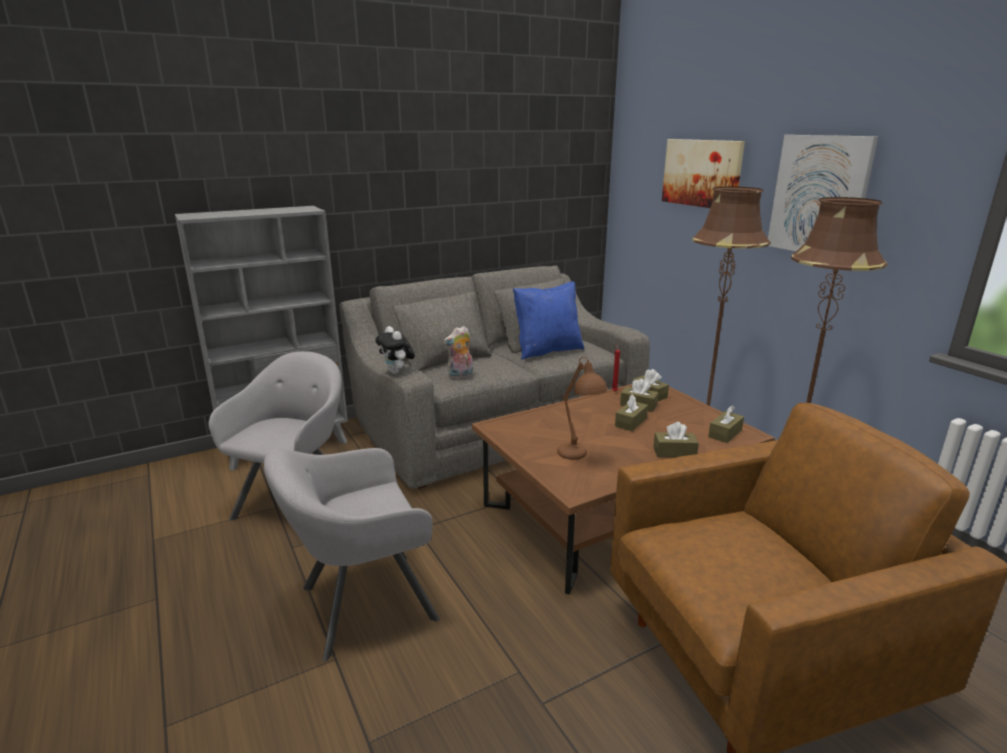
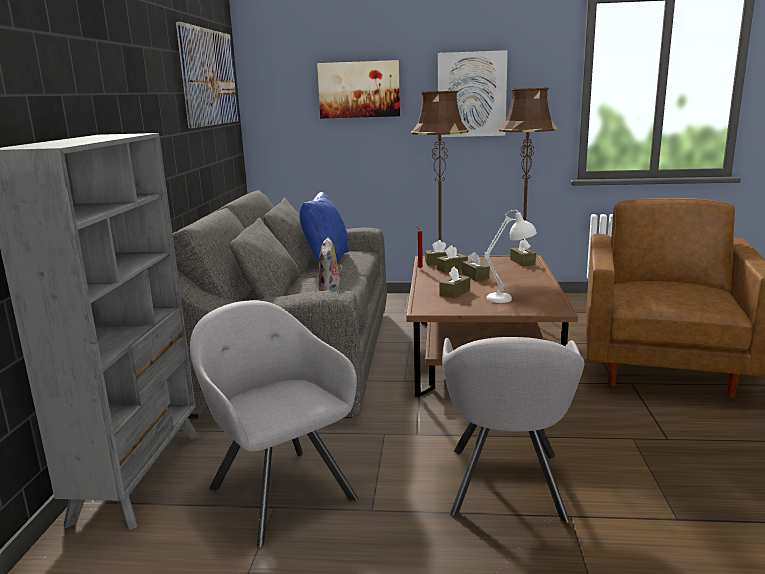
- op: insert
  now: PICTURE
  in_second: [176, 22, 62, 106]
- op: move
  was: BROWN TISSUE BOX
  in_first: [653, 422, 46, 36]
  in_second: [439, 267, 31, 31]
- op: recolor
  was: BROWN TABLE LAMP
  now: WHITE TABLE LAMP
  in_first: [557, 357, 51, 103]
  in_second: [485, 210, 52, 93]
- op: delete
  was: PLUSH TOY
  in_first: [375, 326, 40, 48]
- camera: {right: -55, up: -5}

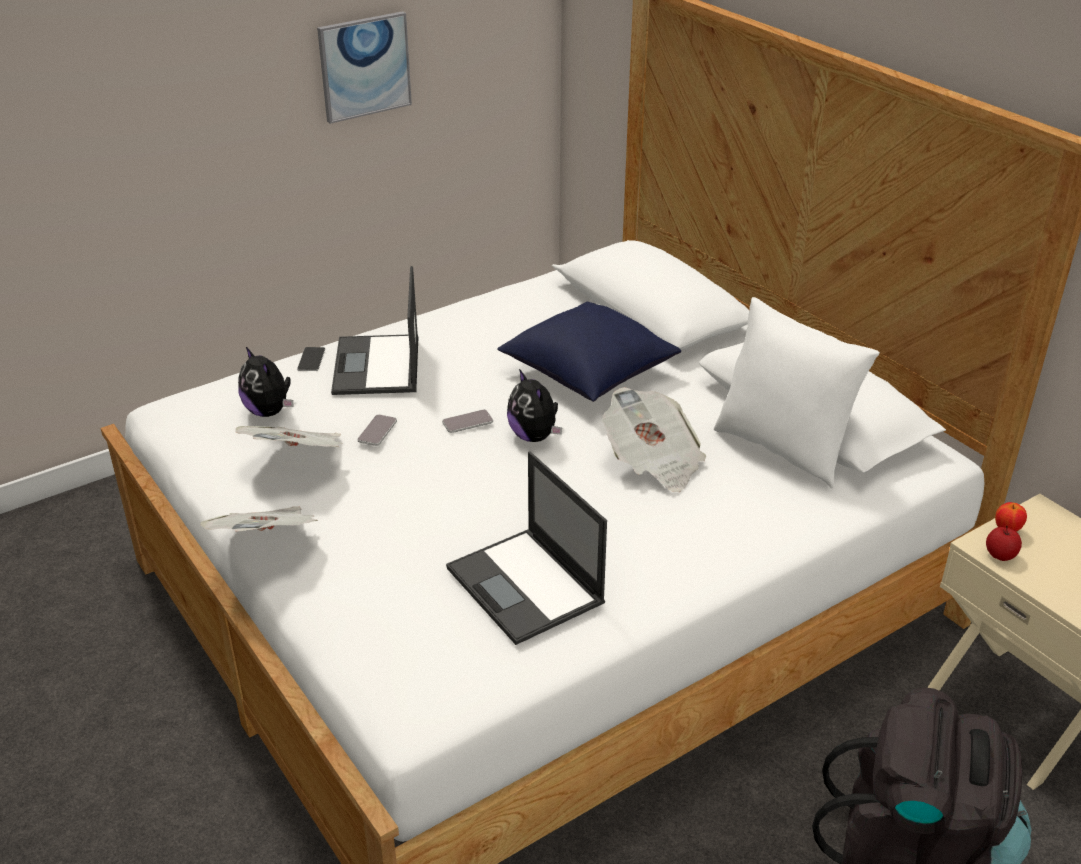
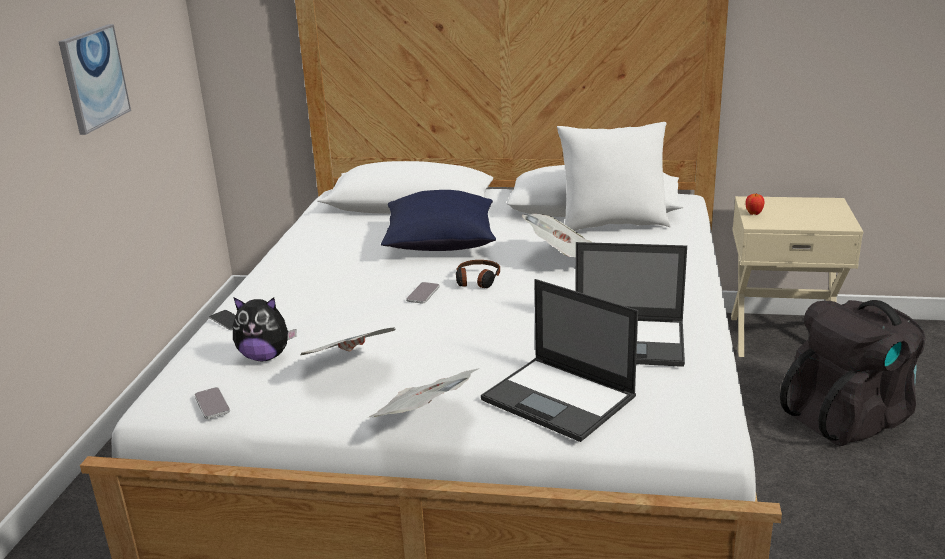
- op: move
  was: PHONE
  in_first: [357, 414, 40, 32]
  in_second: [194, 387, 36, 32]
- op: replace
  was: PLUSH TOY
  now: HEADPHONES
  in_first: [507, 369, 55, 73]
  in_second: [456, 260, 44, 28]
- op: move
  was: LAPTOP
  in_first: [331, 266, 87, 129]
  in_second: [481, 279, 157, 163]
- op: delete
  was: APPLE
  in_first: [986, 526, 36, 35]
- camera: {right: -45, up: -10}

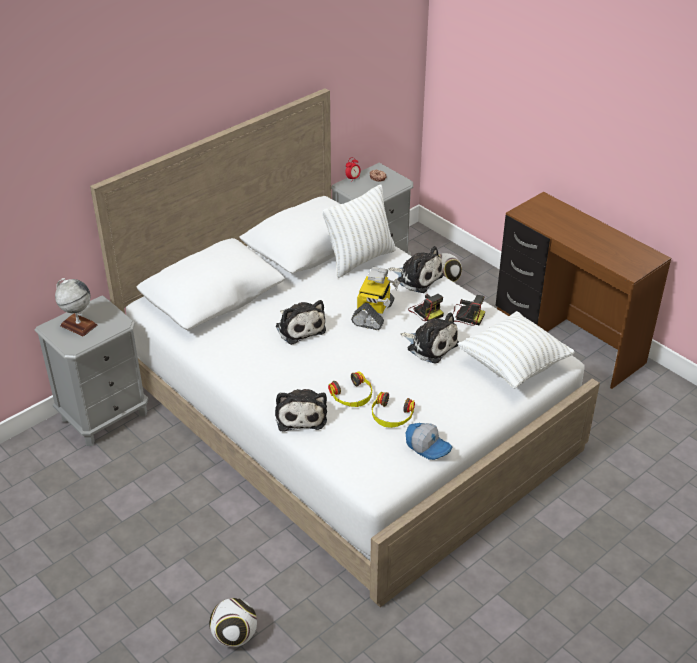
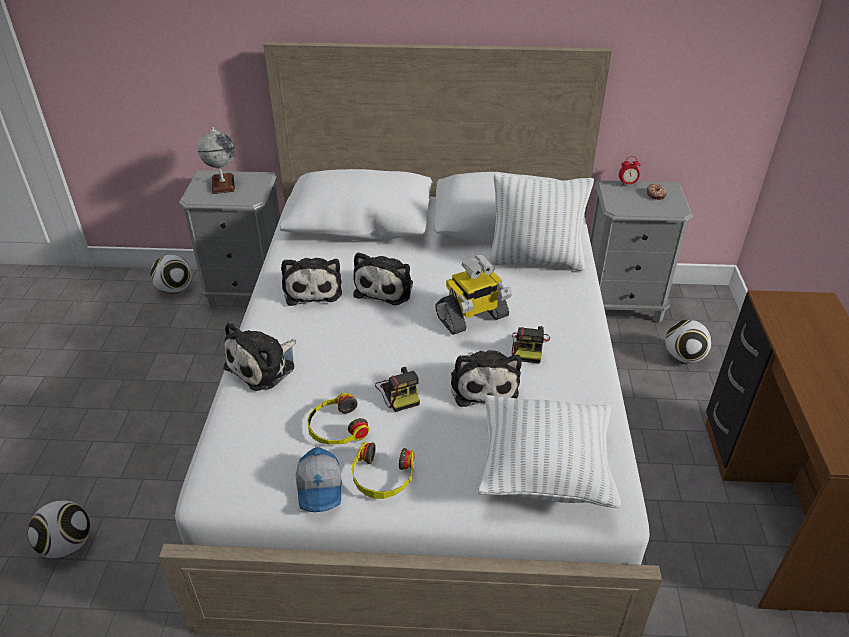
- op: insert
  now: FOOTBALL
  in_second: [150, 255, 42, 39]
- op: move
  was: PLUSH TOY
  in_first: [389, 246, 55, 47]
  in_second: [281, 258, 61, 48]
- op: move
  was: HEADPHONES
  in_first: [328, 371, 44, 36]
  in_second: [352, 442, 63, 57]
- op: move
  was: PHOTO CAMERA
  in_first: [453, 295, 32, 31]
  in_second: [375, 367, 45, 45]
- camera: {right: 45, up: 0}

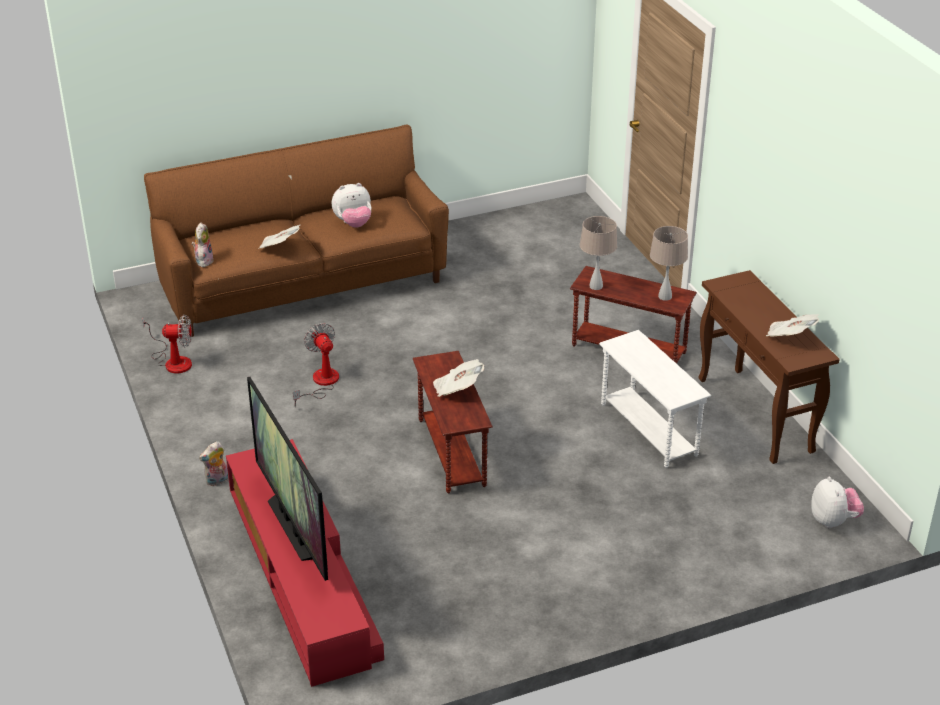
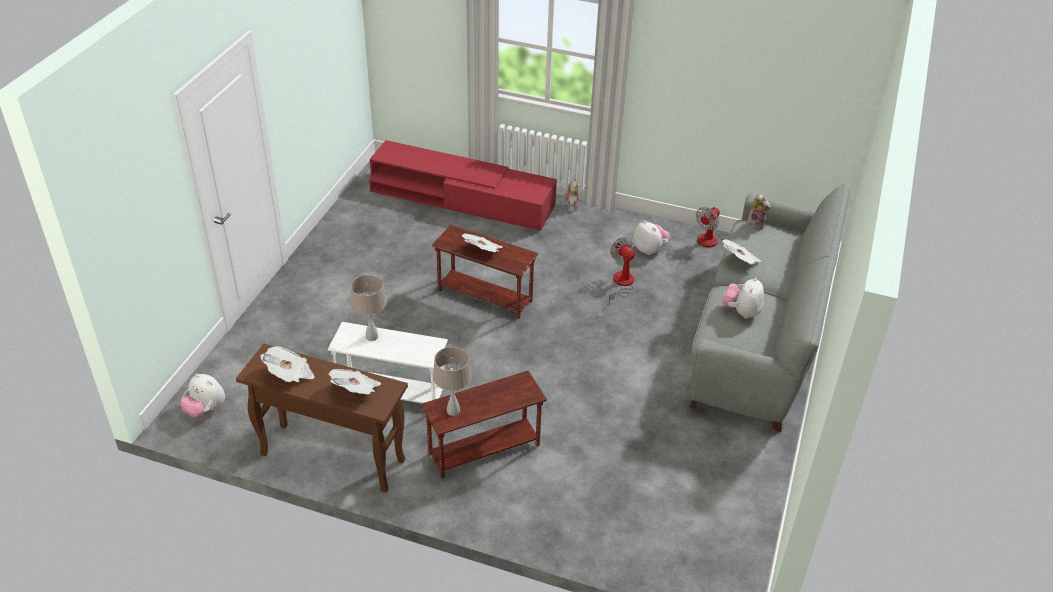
- op: insert
  now: NEWSPAPER
  in_second: [329, 369, 52, 26]
- op: move
  was: BEIGE TABLE LAMP
  in_first: [580, 216, 37, 74]
  in_second: [351, 275, 36, 66]
- op: rotate
  was: FAN
  in_first: [293, 323, 46, 84]
  in_second: [606, 236, 29, 69]
  clockwise: -135
- op: insert
  now: PLUSH TOY
  in_second: [634, 220, 36, 35]
- op: recolor
  was: BROWN SOFA
  now: GREY SOFA
  in_first: [144, 125, 305, 212]
  in_second: [689, 184, 162, 248]
- op: delete
  was: TELEVISION
  in_first: [247, 377, 81, 204]
- camera: {right: 130, up: 5}

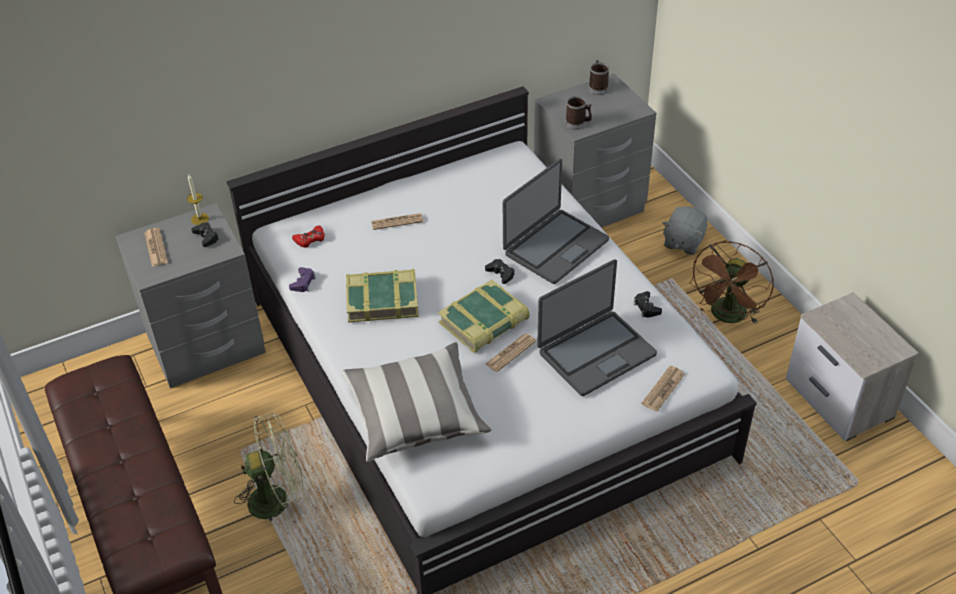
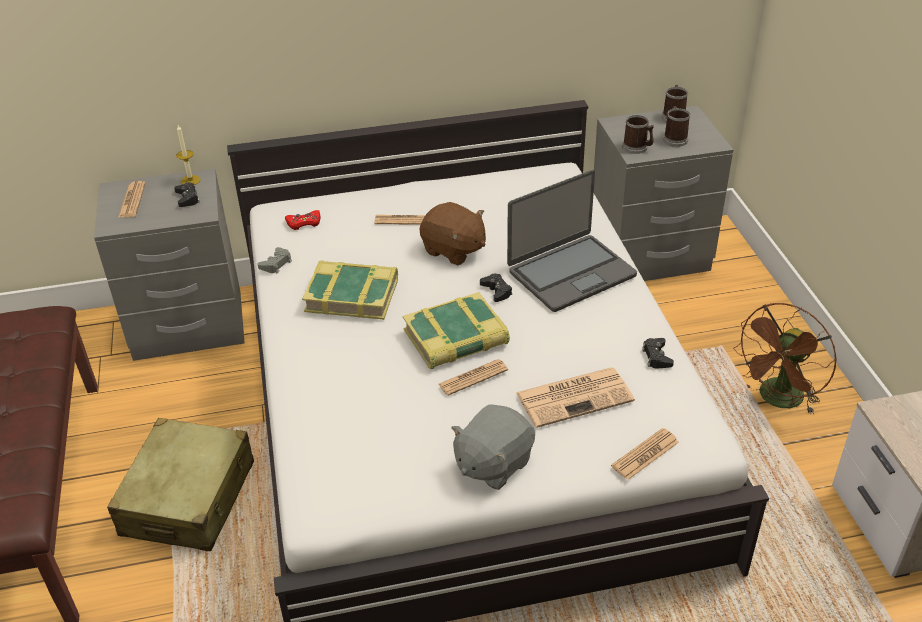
- op: replace
  was: GREEN FAN
  now: BEIGE SUITCASE
  in_first: [234, 413, 70, 108]
  in_second: [107, 418, 147, 133]
- op: recolor
  was: PURPLE GAME CONTROLLER
  now: GREY GAME CONTROLLER
  in_first: [289, 267, 27, 25]
  in_second: [258, 247, 34, 26]
- op: insert
  now: BROWN PLUSH TOY
  in_second: [419, 202, 67, 63]
- op: move
  was: GREY PLUSH TOY
  in_first: [662, 206, 46, 49]
  in_second: [451, 404, 84, 86]
- op: replace
  was: LAPTOP
  now: NEWSPAPER
  in_first: [537, 259, 120, 137]
  in_second: [516, 367, 119, 61]
- op: insert
  now: MUG
  in_second: [663, 106, 27, 41]
- op: delete
  was: PILLOW
  in_first: [340, 342, 151, 120]
- camera: {right: 15, up: -5}

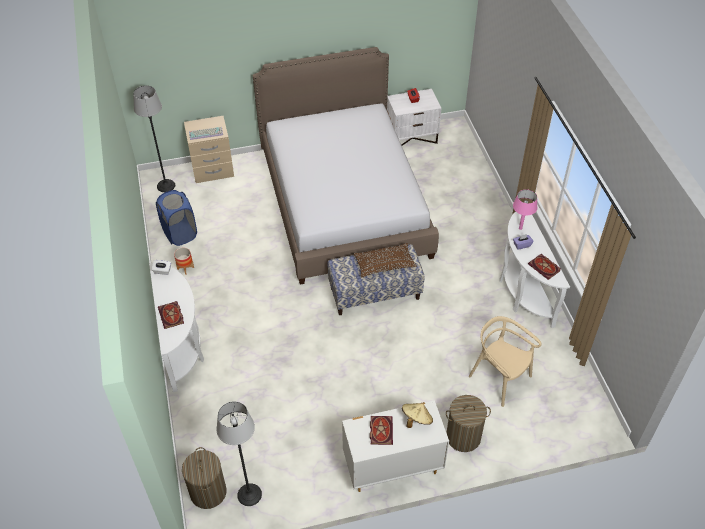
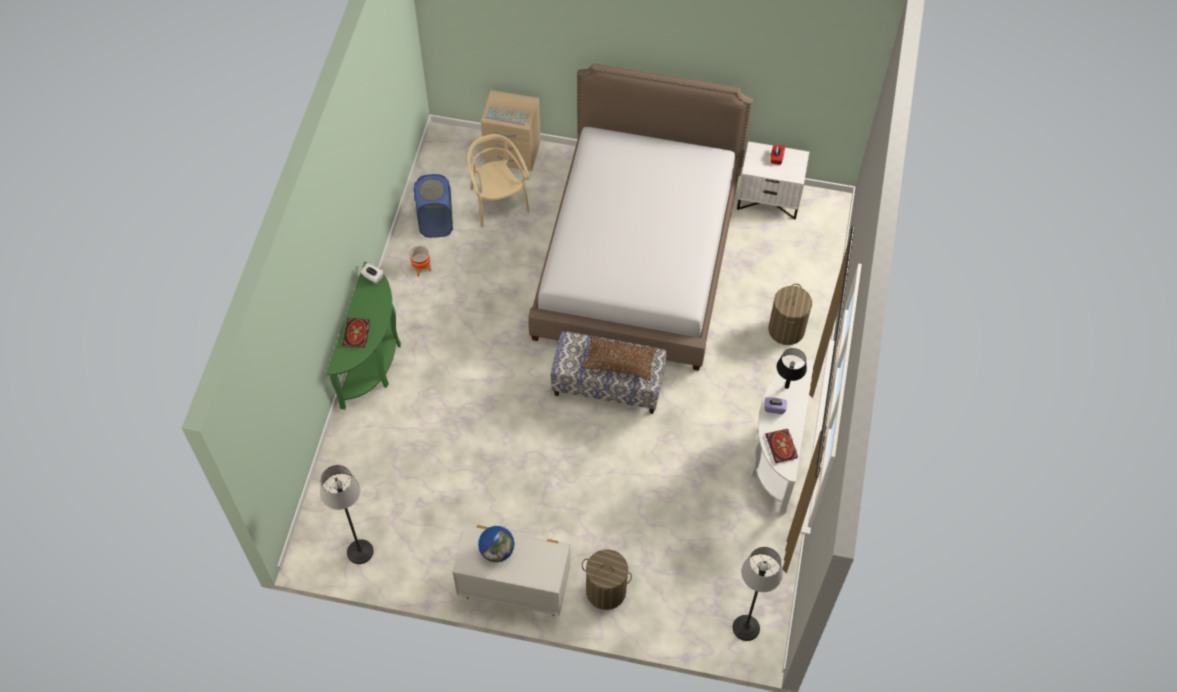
- op: recolor
  was: WHITE CONSOLE TABLE
  now: GREEN CONSOLE TABLE
  in_first: [149, 263, 55, 129]
  in_second: [326, 262, 75, 148]
- op: move
  was: BEIGE CHAIR
  in_first: [469, 316, 73, 91]
  in_second: [467, 134, 62, 93]
- op: replace
  was: BOOK
  now: GLOBE
  in_first: [370, 416, 23, 29]
  in_second: [478, 526, 36, 36]
- op: move
  was: FLOOR LAMP
  in_first: [133, 86, 42, 106]
  in_second: [733, 547, 50, 94]
- op: move
  was: LAUNDRY BASKET
  in_first: [182, 447, 44, 62]
  in_second: [768, 284, 44, 61]
- op: recolor
  was: PINK TABLE LAMP
  now: BLACK TABLE LAMP
  in_first: [513, 189, 24, 41]
  in_second: [777, 348, 30, 41]
- op: delete
  was: BEIGE HAT
  in_first: [402, 403, 31, 25]
- camera: {right: 25, up: 10}

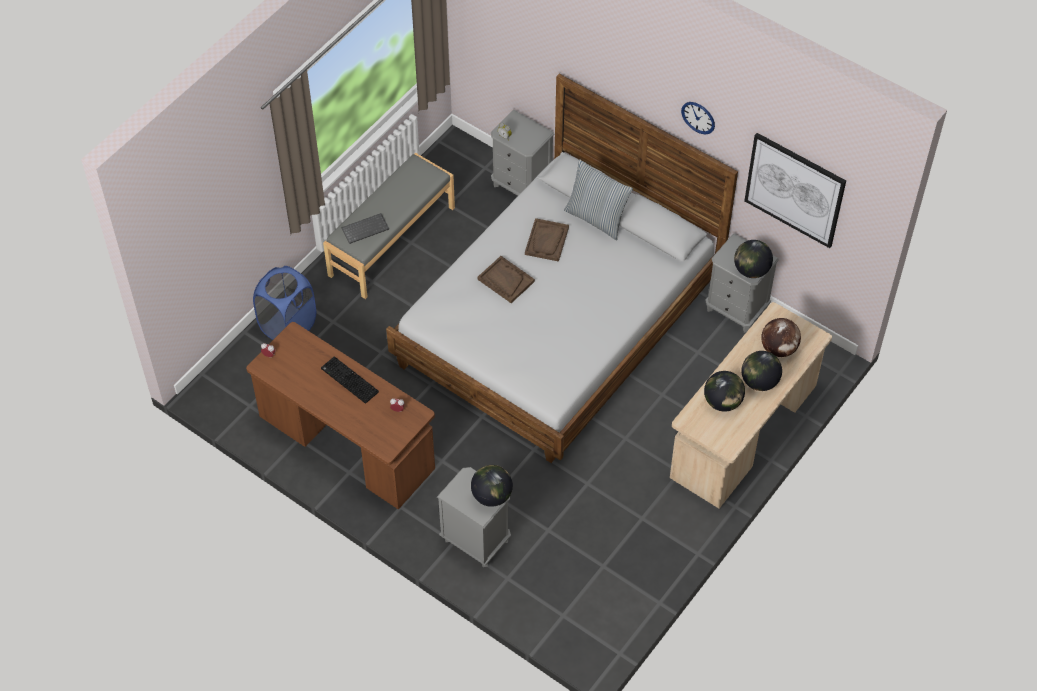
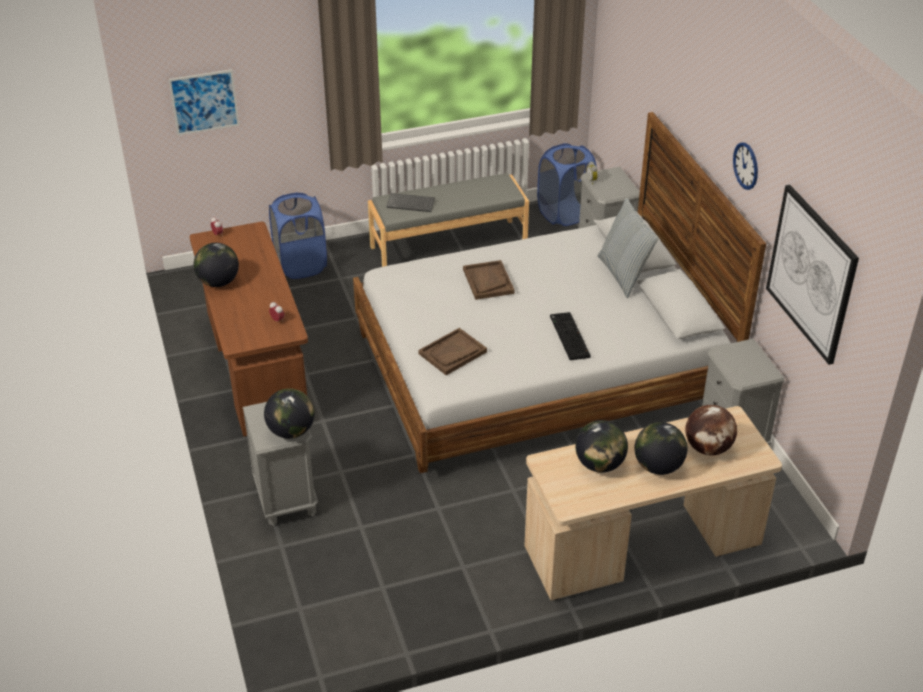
- op: insert
  now: PICTURE
  in_second: [169, 69, 70, 66]
- op: move
  was: GLOBE
  in_first: [734, 240, 39, 38]
  in_second: [194, 243, 45, 44]
- op: move
  was: BROWN TRAY
  in_first: [525, 218, 44, 44]
  in_second: [419, 328, 68, 47]
- op: insert
  now: BLUE LAUNDRY BASKET
  in_second: [537, 143, 60, 83]
- op: move
  was: KEYBOARD
  in_first: [321, 356, 58, 48]
  in_second: [550, 312, 41, 48]
- camera: {right: 35, up: -15}

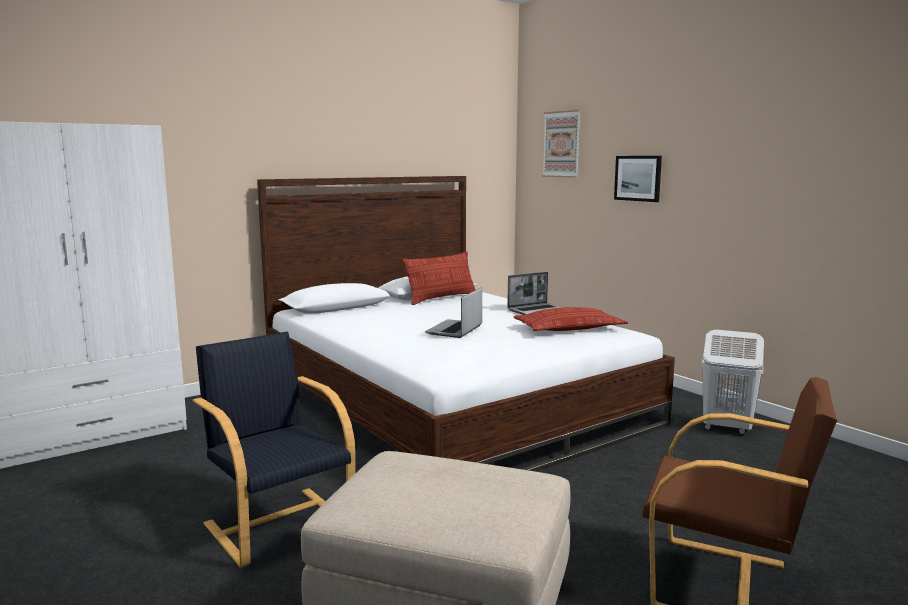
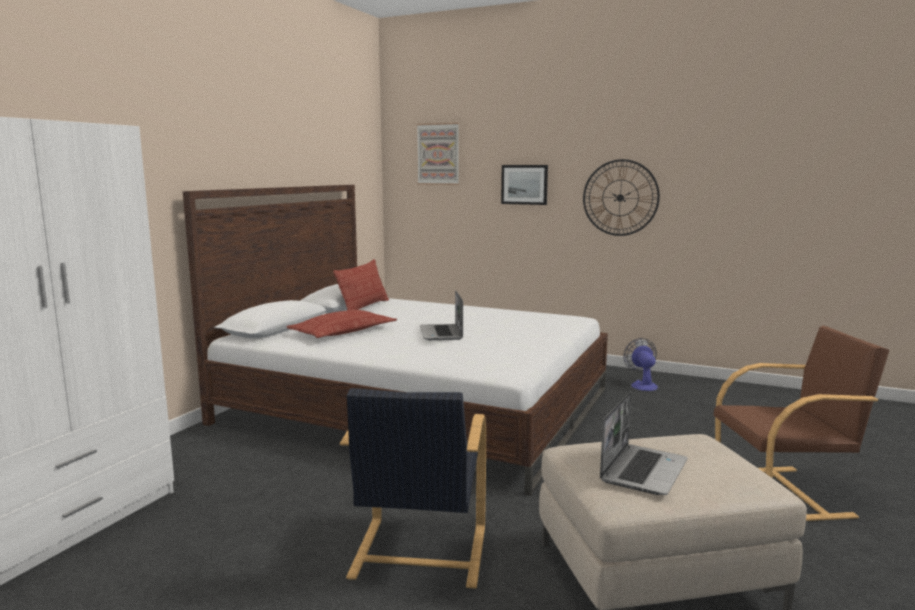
- op: move
  was: PILLOW
  in_first: [513, 307, 115, 24]
  in_second: [286, 310, 111, 28]
- op: rotate
  was: BLACK ARMCHAIR
  in_first: [192, 331, 163, 237]
  in_second: [340, 388, 146, 201]
  clockwise: -105
- op: insert
  now: WALL CLOCK
  in_second: [583, 159, 77, 77]
- op: move
  was: LAPTOP
  in_first: [507, 272, 55, 43]
  in_second: [600, 392, 88, 103]
- op: replace
  was: WHITE LAUNDRY BASKET
  now: FAN
  in_first: [702, 330, 62, 105]
  in_second: [623, 338, 35, 53]
- camera: {right: -30, up: 0}

